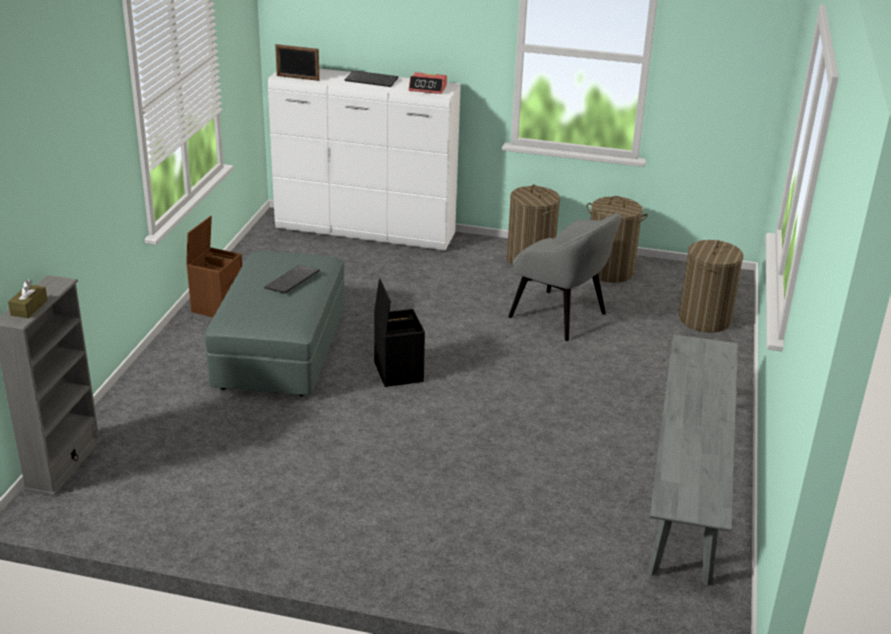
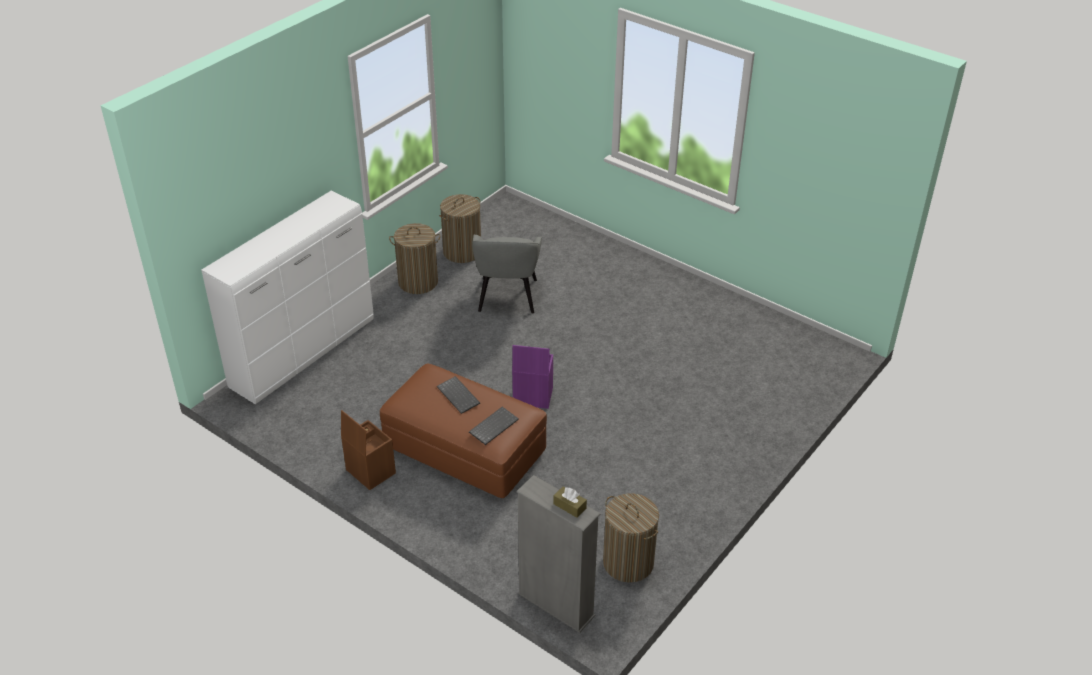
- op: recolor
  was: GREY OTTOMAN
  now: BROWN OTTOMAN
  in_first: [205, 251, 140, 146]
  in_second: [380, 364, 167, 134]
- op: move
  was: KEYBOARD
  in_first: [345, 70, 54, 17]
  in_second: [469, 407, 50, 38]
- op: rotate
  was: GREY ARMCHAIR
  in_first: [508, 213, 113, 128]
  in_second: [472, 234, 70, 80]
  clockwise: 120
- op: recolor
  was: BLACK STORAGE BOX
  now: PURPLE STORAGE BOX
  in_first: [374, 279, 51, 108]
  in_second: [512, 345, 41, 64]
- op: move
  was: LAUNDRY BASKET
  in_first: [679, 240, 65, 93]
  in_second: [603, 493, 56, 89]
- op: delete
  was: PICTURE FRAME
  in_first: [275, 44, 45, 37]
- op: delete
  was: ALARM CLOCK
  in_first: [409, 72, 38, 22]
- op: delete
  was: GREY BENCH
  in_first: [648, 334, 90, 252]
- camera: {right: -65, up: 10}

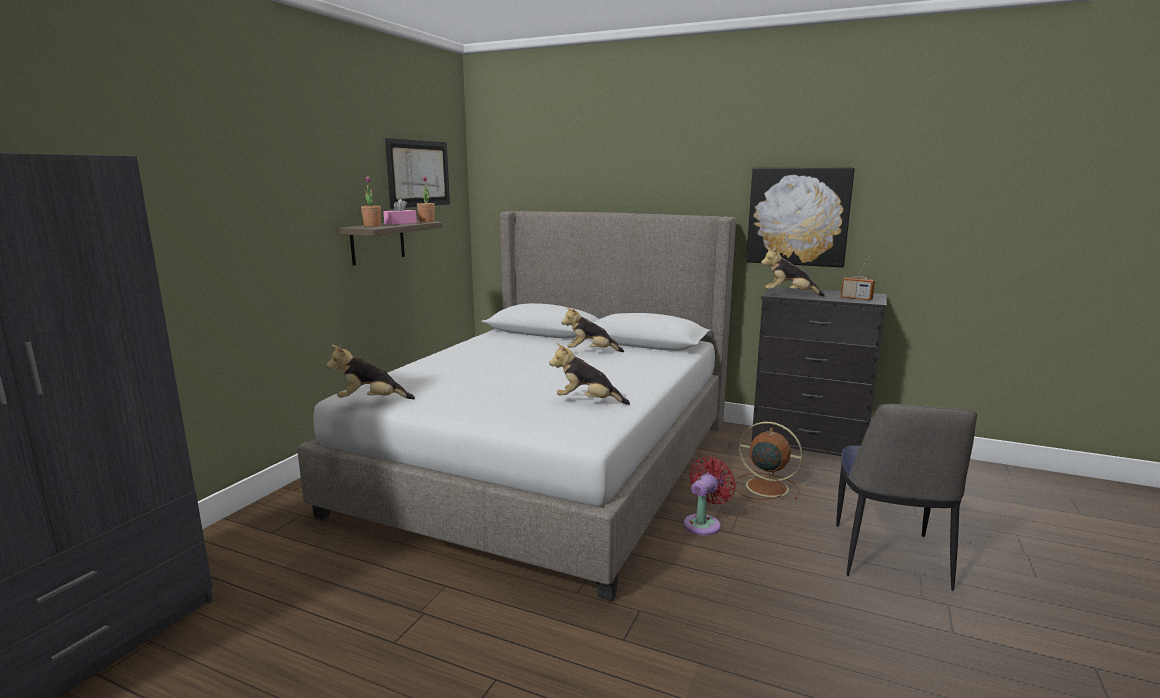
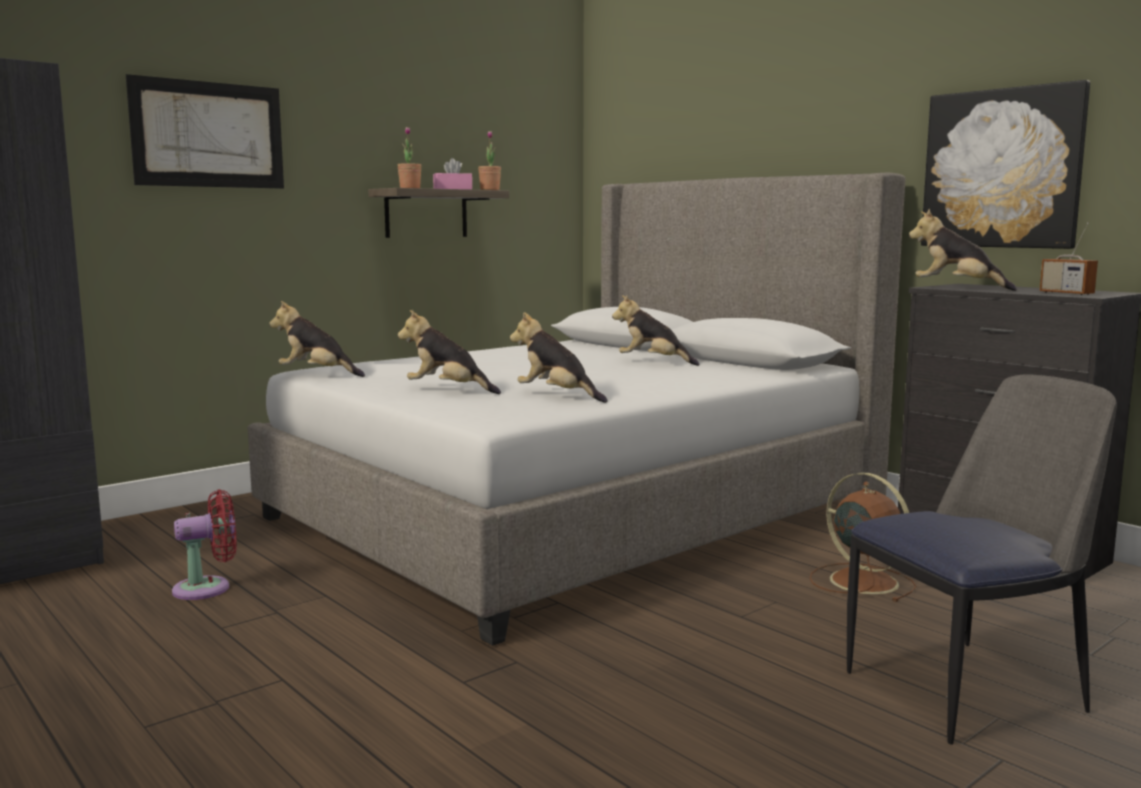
- op: move
  was: PICTURE
  in_first: [385, 138, 65, 71]
  in_second: [126, 74, 158, 115]
- op: move
  was: RED FAN
  in_first: [684, 457, 52, 78]
  in_second: [172, 489, 65, 111]
- op: insert
  now: PLUSH TOY
  in_second: [398, 310, 103, 84]
- op: rotate
  was: CHAIR
  in_first: [836, 404, 141, 187]
  in_second: [847, 374, 270, 371]
  clockwise: -150
- camera: {right: 25, up: -5}

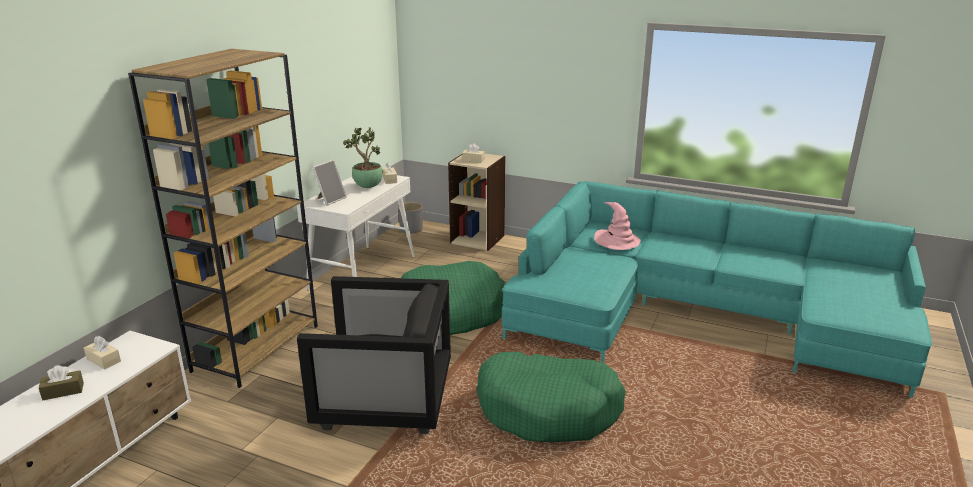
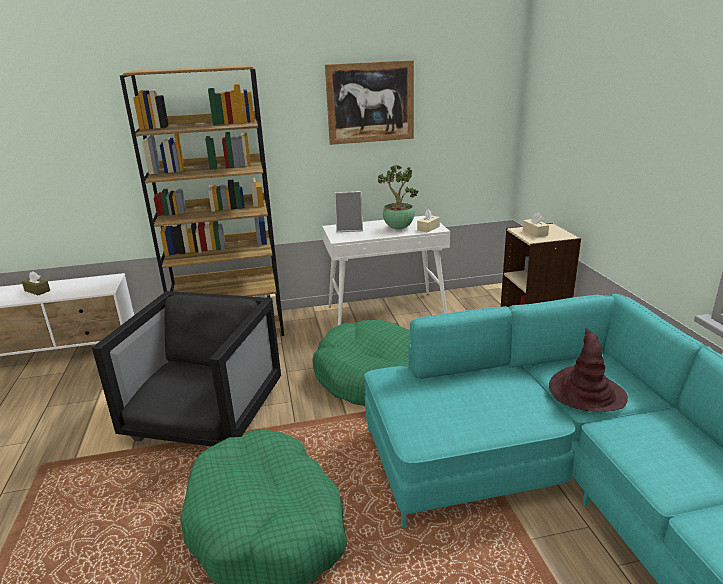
- op: rotate
  was: BLACK ARMCHAIR
  in_first: [297, 276, 154, 158]
  in_second: [92, 291, 189, 156]
  clockwise: -135
- op: insert
  now: PICTURE
  in_second: [325, 60, 89, 85]
- op: recolor
  was: PINK HAT
  now: BROWN HAT
  in_first: [594, 202, 47, 48]
  in_second: [549, 328, 79, 84]
- op: delete
  was: BEIGE TISSUE BOX
  in_first: [84, 336, 37, 34]
- op: delete
  was: GREY PLANTER
  in_first: [398, 202, 25, 32]
- camera: {right: 55, up: 0}

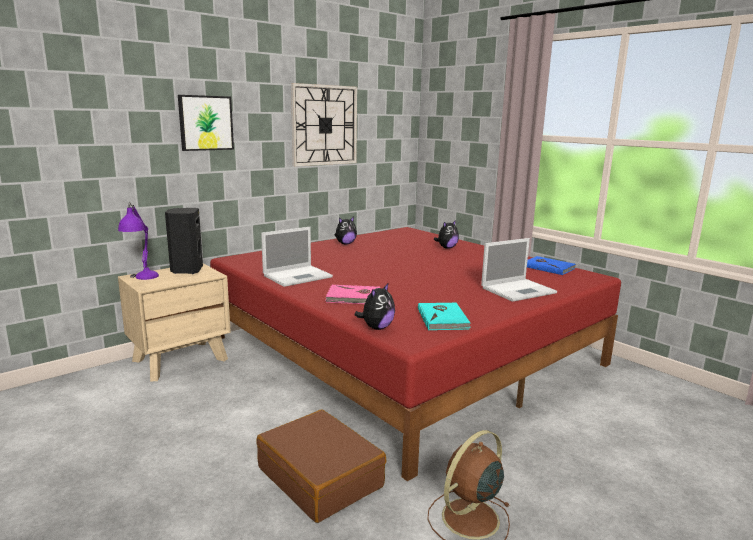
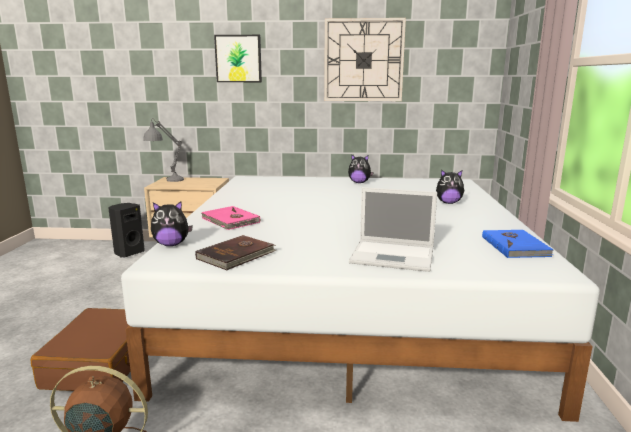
- op: move
  was: BLACK SPEAKER
  in_first: [165, 208, 38, 66]
  in_second: [108, 203, 37, 55]
- op: recolor
  was: RED BED
  now: WHITE BED
  in_first: [210, 227, 411, 255]
  in_second: [121, 176, 479, 246]
- op: recolor
  was: PURPLE TABLE LAMP
  now: GREY TABLE LAMP
  in_first: [118, 202, 41, 78]
  in_second: [143, 118, 41, 64]
- op: recolor
  was: TURQUOISE BOOK
  now: BROWN BOOK
  in_first: [418, 303, 53, 27]
  in_second: [195, 235, 81, 35]
- op: delete
  was: LAPTOP
  in_first: [261, 227, 72, 60]
- camera: {right: 45, up: 0}

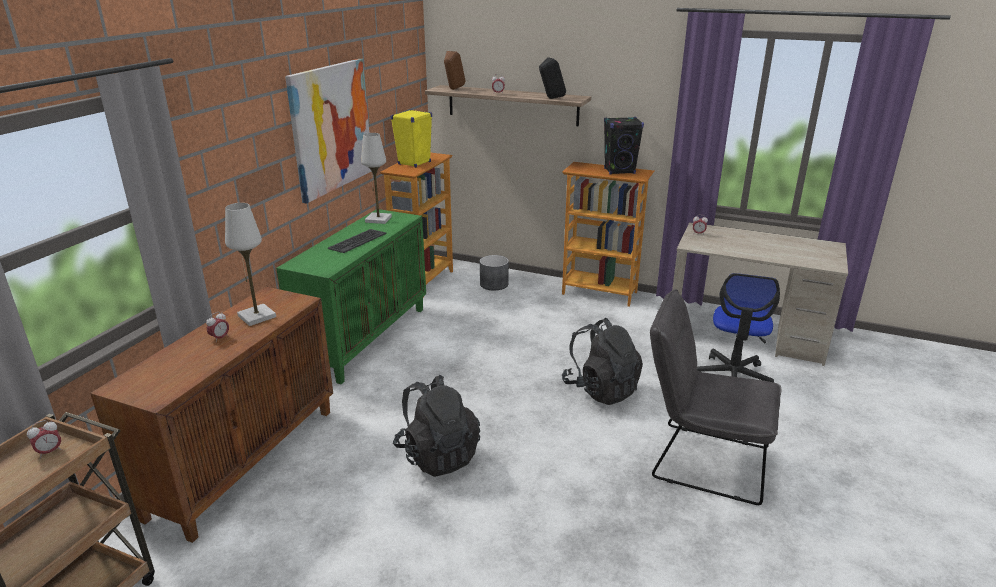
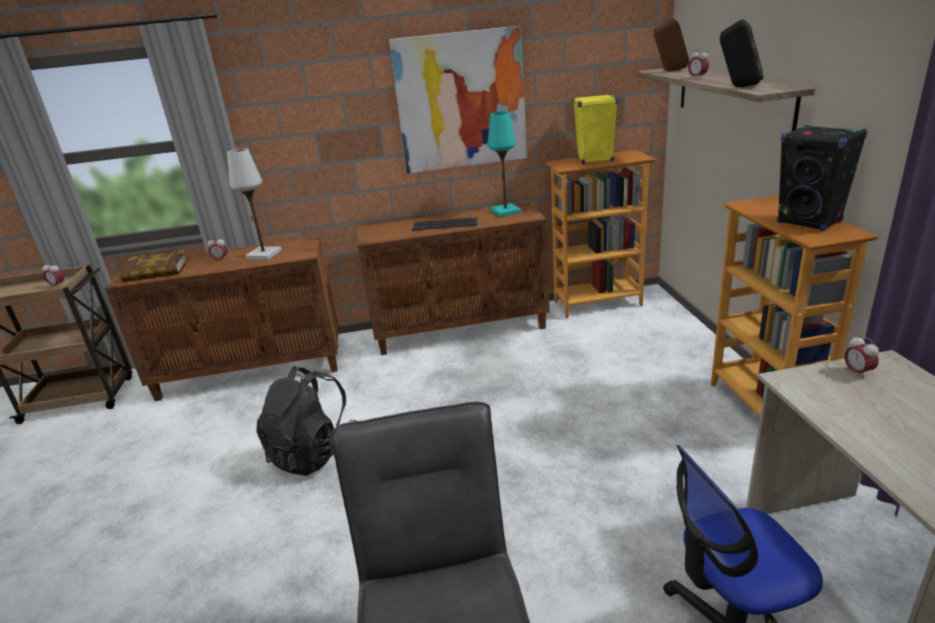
- op: insert
  now: BOOK
  in_second: [119, 250, 70, 32]
- op: recolor
  was: GREEN CABINET
  now: BROWN CABINET
  in_first: [276, 209, 150, 175]
  in_second: [357, 202, 193, 153]
- op: recolor
  was: WHITE TABLE LAMP
  now: TURQUOISE TABLE LAMP
  in_first: [361, 133, 31, 91]
  in_second: [487, 112, 34, 105]
- op: delete
  was: GREY PLANTER
  in_first: [480, 255, 29, 35]
- op: delete
  was: BLACK BACKPACK
  in_first: [562, 318, 81, 87]
- camera: {right: 60, up: 0}

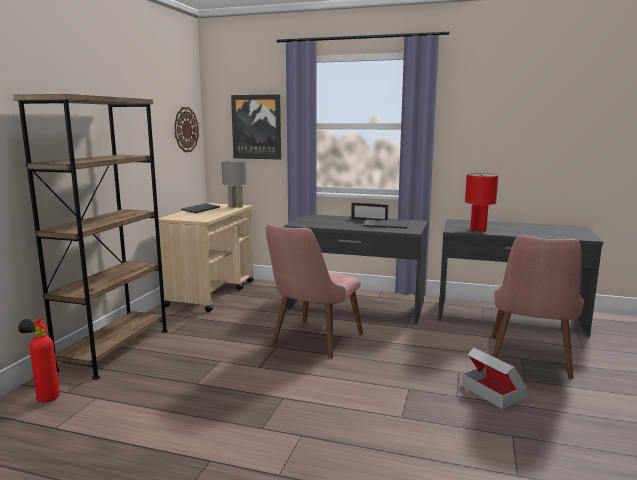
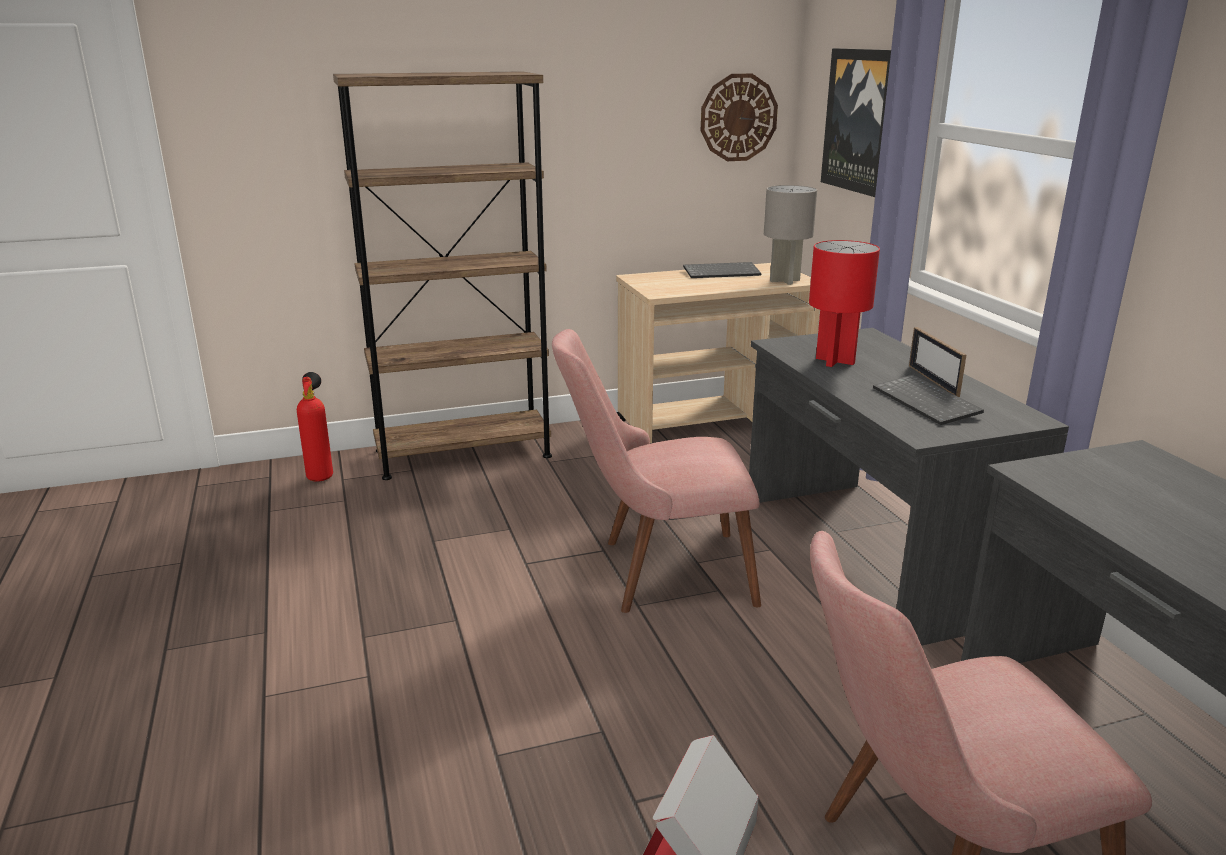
- op: move
  was: RED TABLE LAMP
  in_first: [465, 173, 33, 59]
  in_second: [809, 240, 71, 127]
- camera: {right: 55, up: 10}

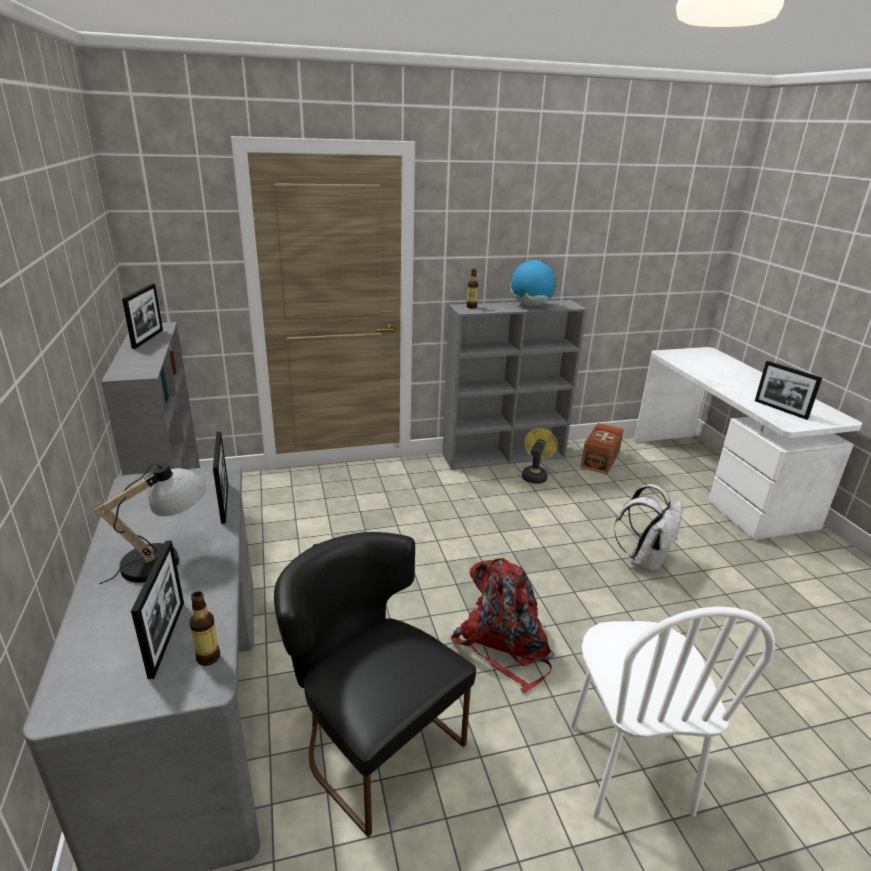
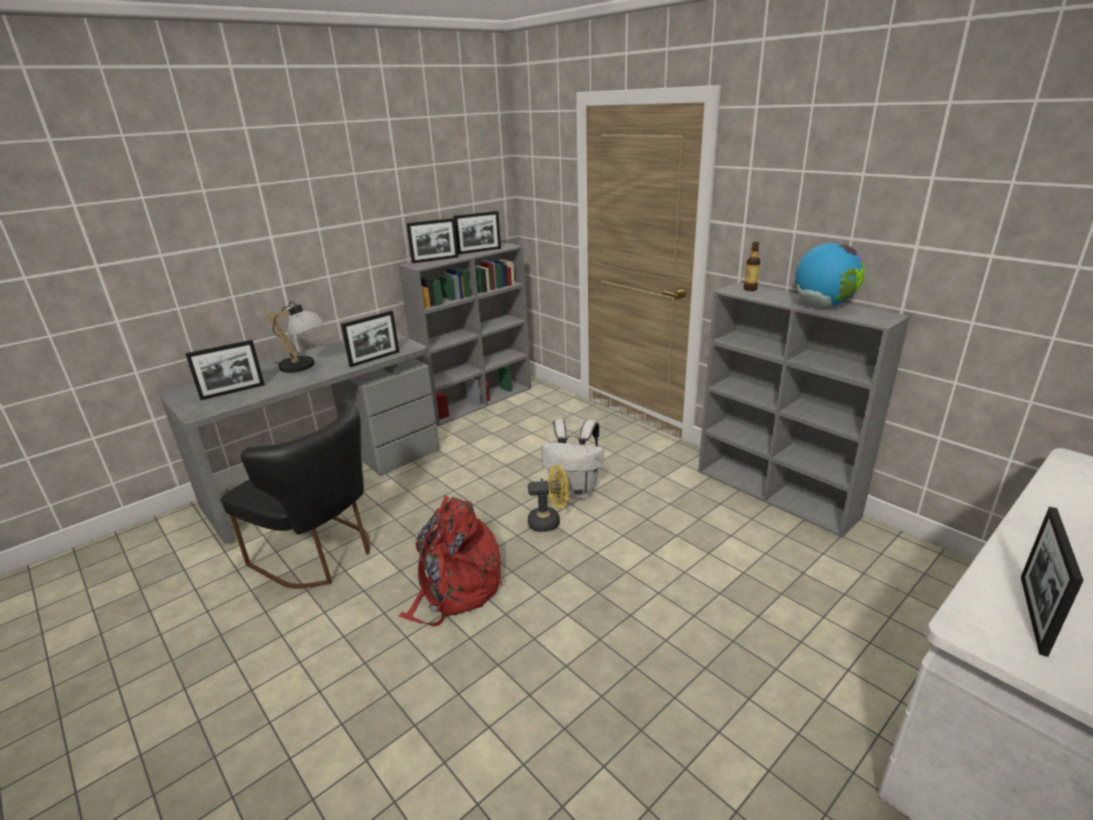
- op: rotate
  was: BLACK CHAIR
  in_first: [274, 532, 202, 305]
  in_second: [220, 399, 150, 190]
  clockwise: 105
- op: insert
  now: PICTURE FRAME
  in_second: [406, 218, 52, 45]
- op: move
  was: YELLOW FAN
  in_first: [522, 428, 36, 56]
  in_second: [528, 465, 41, 67]
- op: move
  was: WHITE BACKPACK
  in_first: [614, 484, 68, 89]
  in_second: [541, 419, 63, 80]
- op: delete
  was: BOTTLE
  in_first: [189, 591, 31, 75]
- op: delete
  was: WHITE CHAIR
  in_first: [571, 606, 204, 213]
- op: delete
  was: BROWN STORAGE BOX
  in_first: [580, 423, 44, 52]
- camera: {right: 65, up: 0}

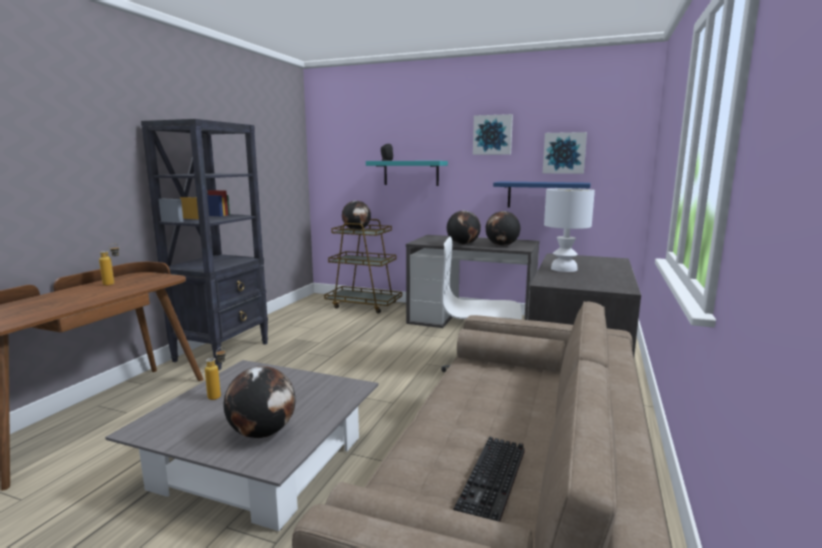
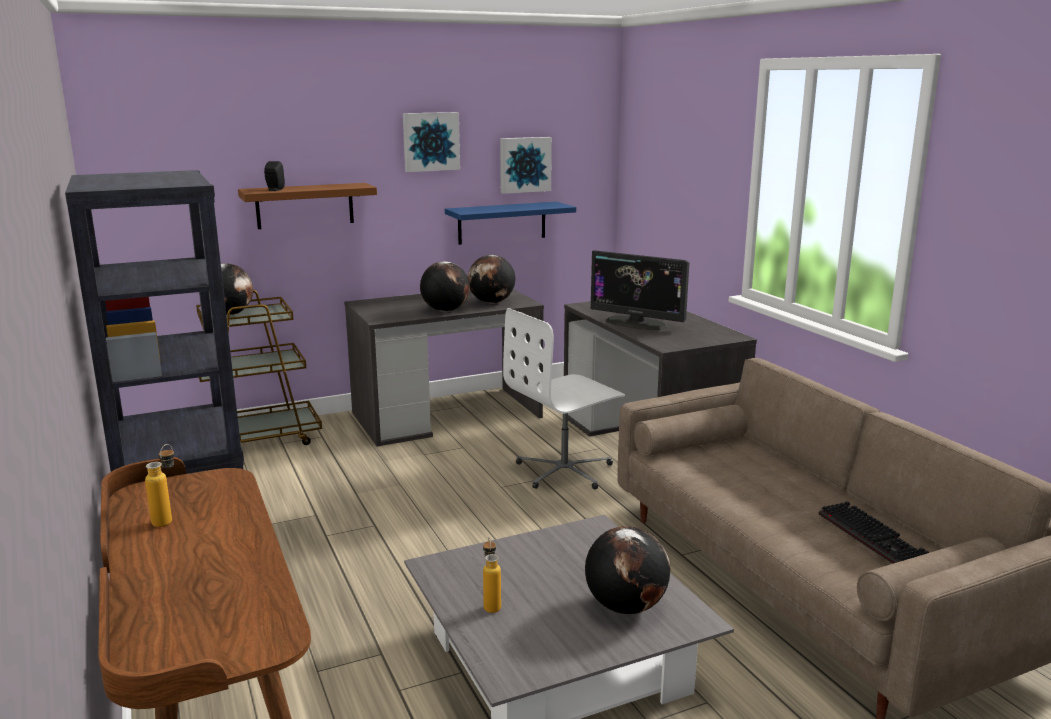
- op: recolor
  was: TURQUOISE SHELF
  now: BROWN SHELF
  in_first: [366, 161, 82, 25]
  in_second: [238, 183, 139, 46]
- op: replace
  was: WHITE TABLE LAMP
  now: MONITOR
  in_first: [544, 188, 51, 84]
  in_second: [591, 250, 98, 80]
- camera: {right: -45, up: 5}

